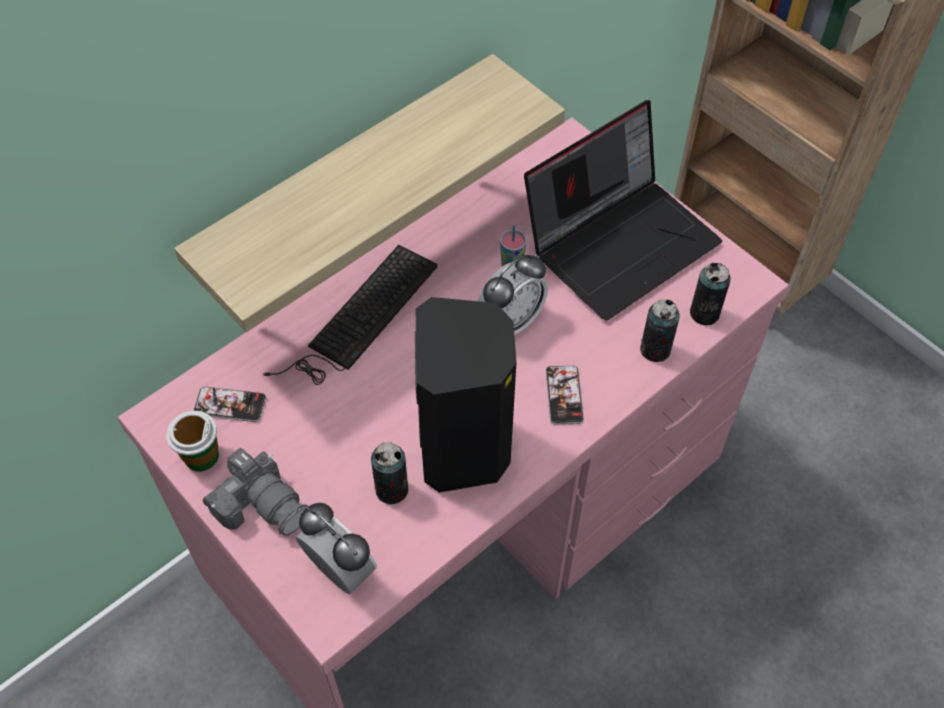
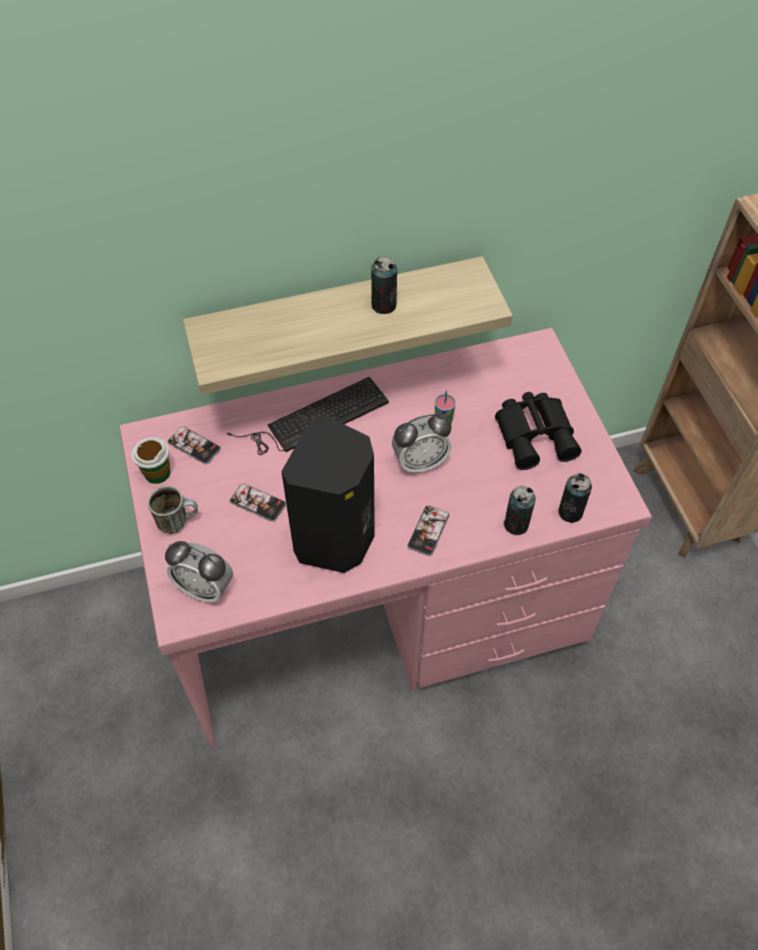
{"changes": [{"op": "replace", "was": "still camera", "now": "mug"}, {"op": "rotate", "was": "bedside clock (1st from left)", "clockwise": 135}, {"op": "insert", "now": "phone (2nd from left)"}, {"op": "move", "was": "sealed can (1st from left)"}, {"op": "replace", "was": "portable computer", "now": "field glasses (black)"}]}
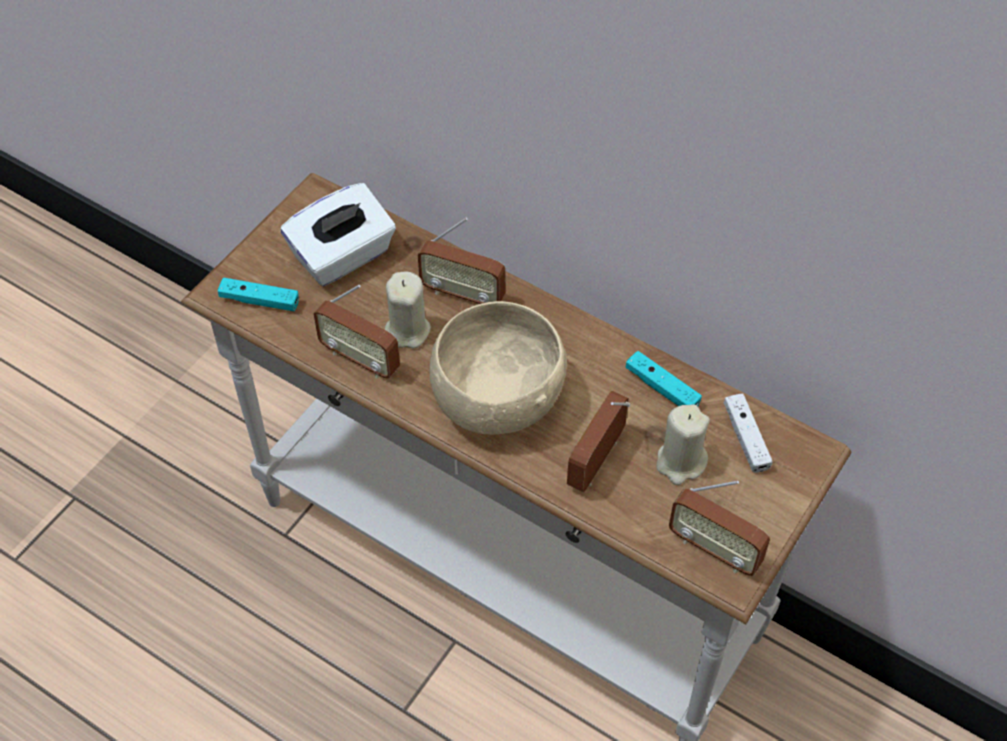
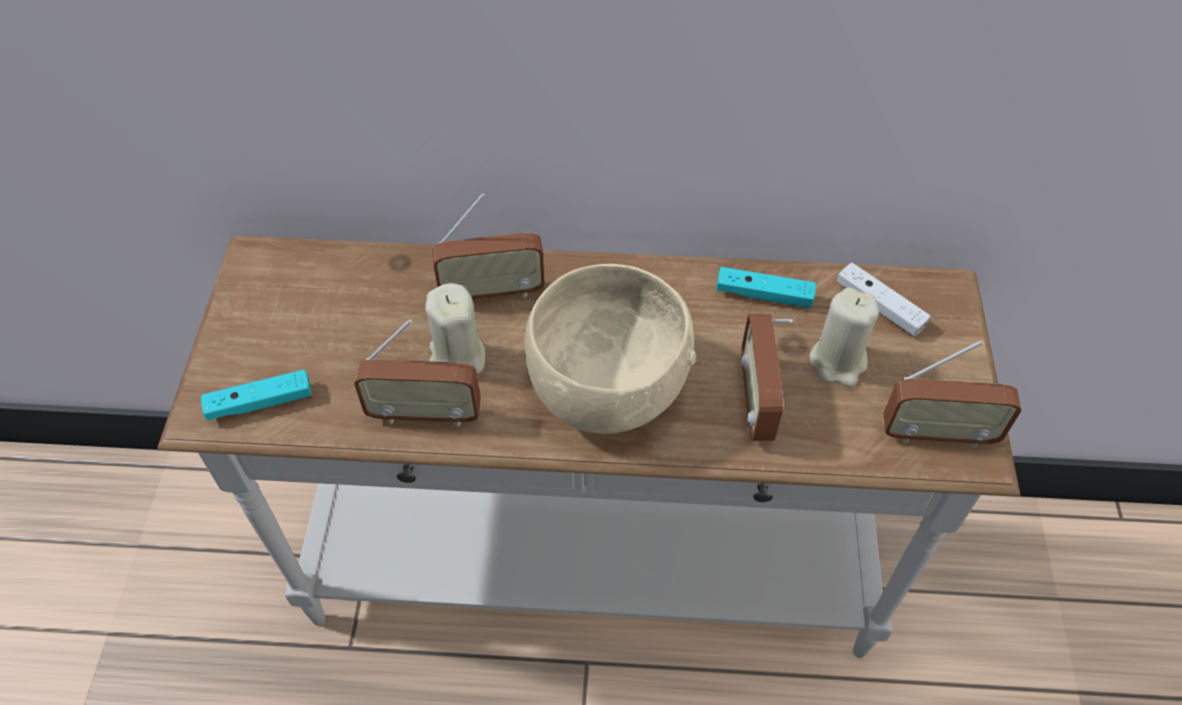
{"changes": [{"op": "delete", "was": "box of tissues (white-coloured)"}]}
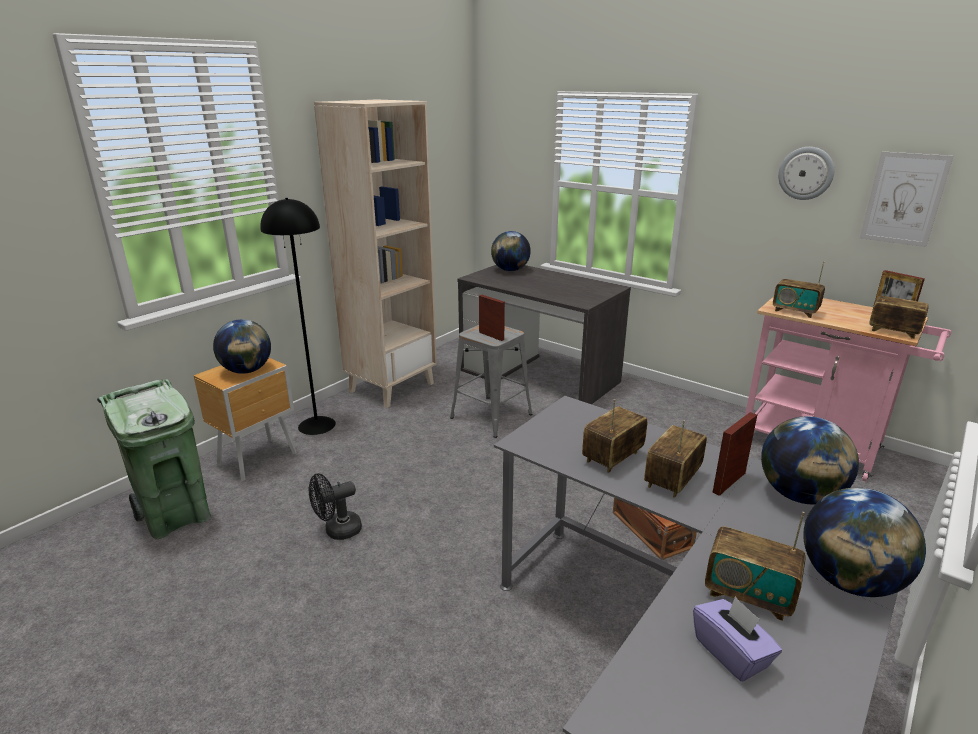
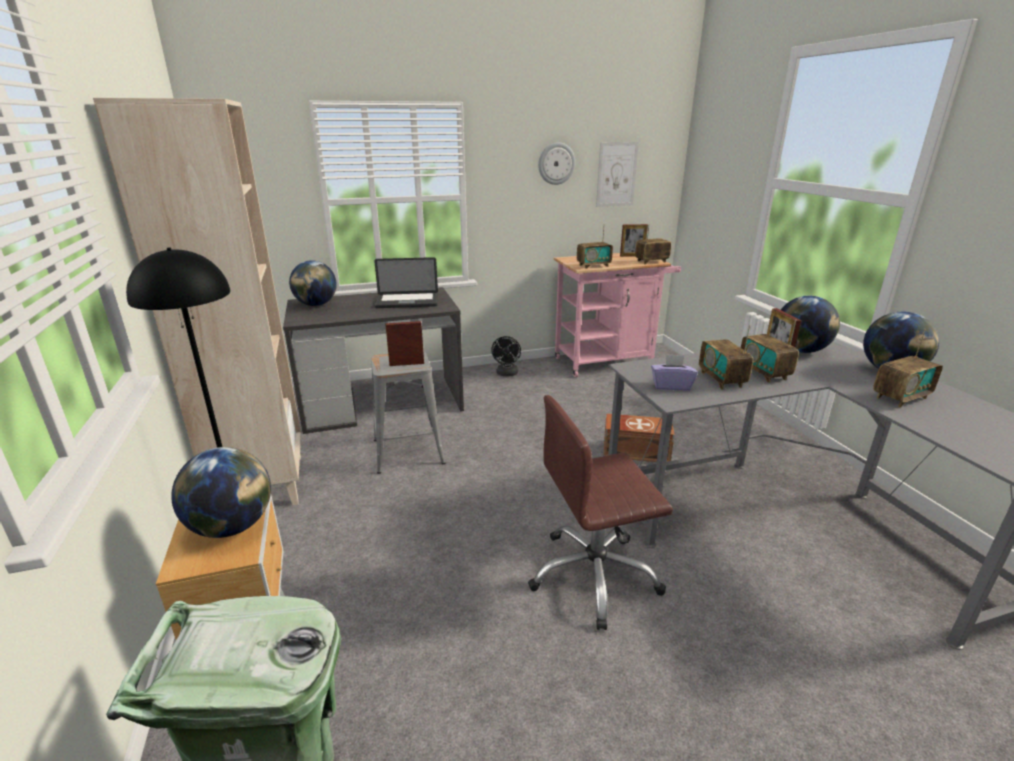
{"changes": [{"op": "insert", "now": "portable computer"}, {"op": "move", "was": "cooling fan (black)"}, {"op": "insert", "now": "office chair (brown-coloured)"}, {"op": "move", "was": "box of tissues (purplish)"}]}
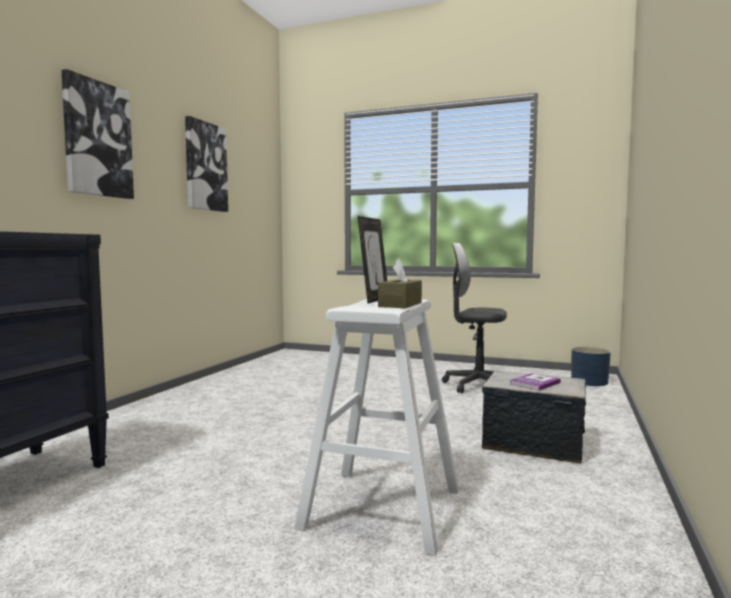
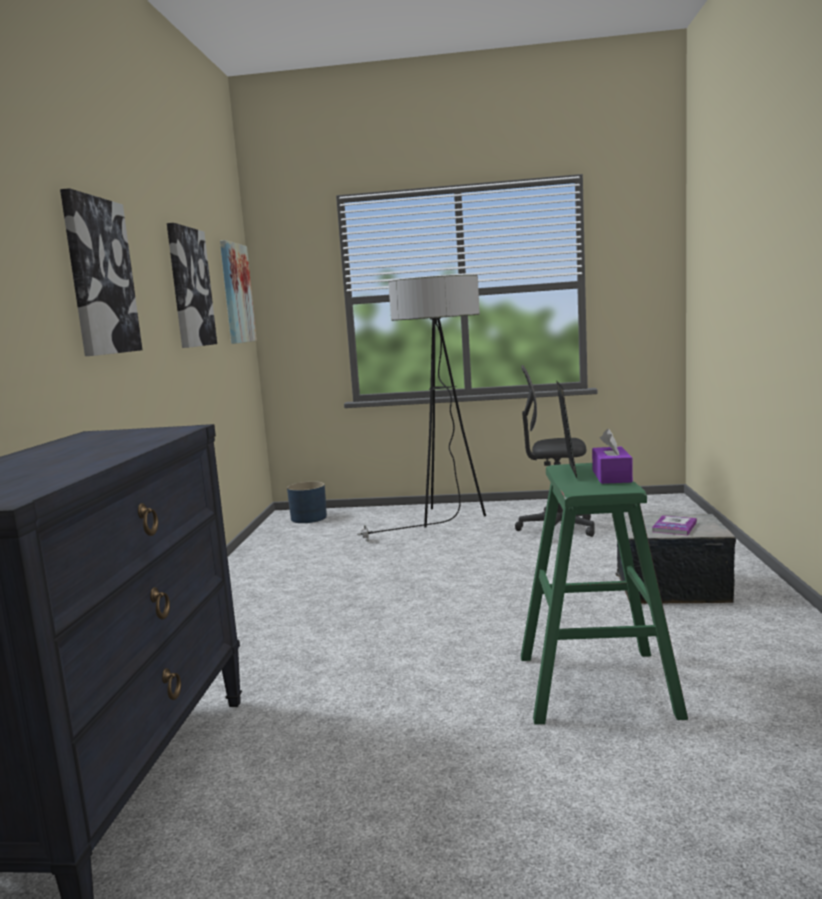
{"changes": [{"op": "insert", "now": "picture (3rd from left)"}, {"op": "move", "was": "plant pot (blue)"}, {"op": "insert", "now": "standard lamp"}, {"op": "recolor", "was": "stool (white-coloured)", "now": "stool (green-coloured)"}, {"op": "recolor", "was": "box of tissues (brown-coloured)", "now": "box of tissues (purplish)"}]}
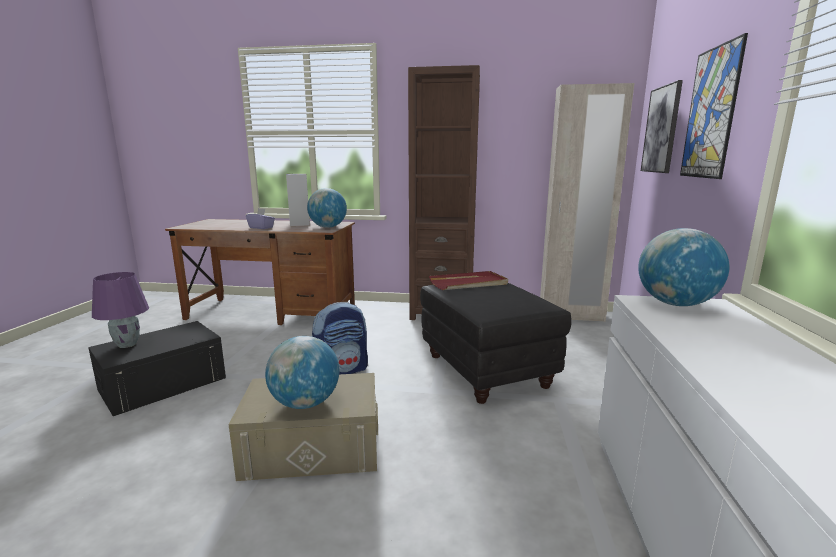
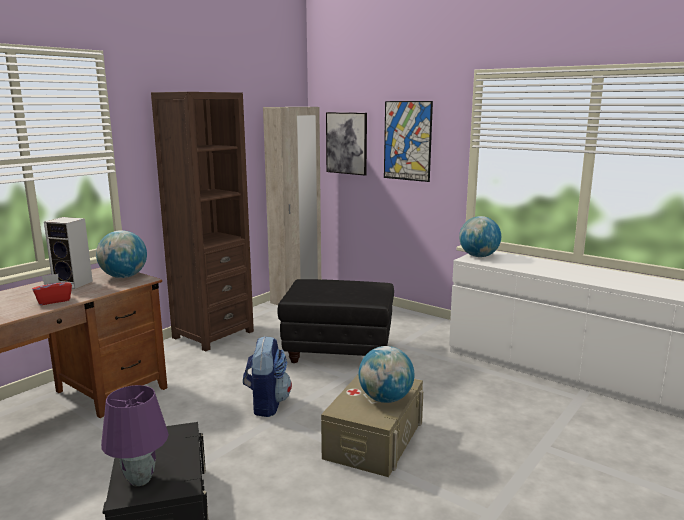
{"changes": [{"op": "recolor", "was": "box of tissues (purplish)", "now": "box of tissues (red-coloured)"}, {"op": "delete", "was": "tray (red-coloured)"}]}
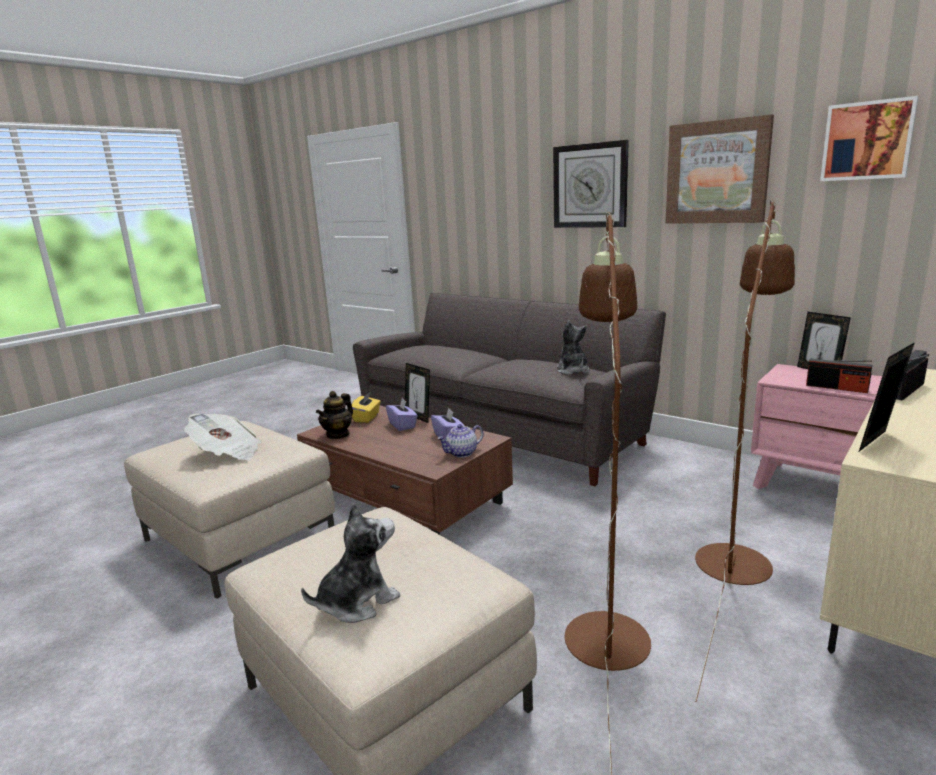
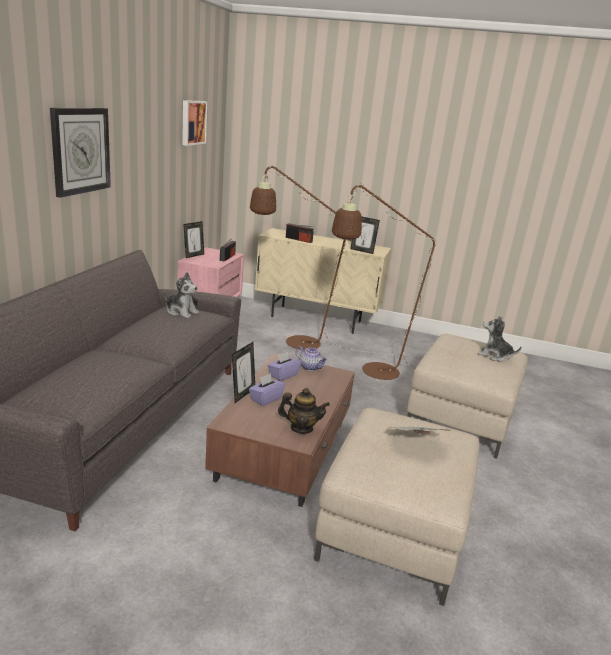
{"changes": [{"op": "rotate", "was": "soft toy (2nd from left in the first image)", "clockwise": -120}, {"op": "delete", "was": "box of tissues (yellow)"}, {"op": "delete", "was": "picture (1st from left)"}]}
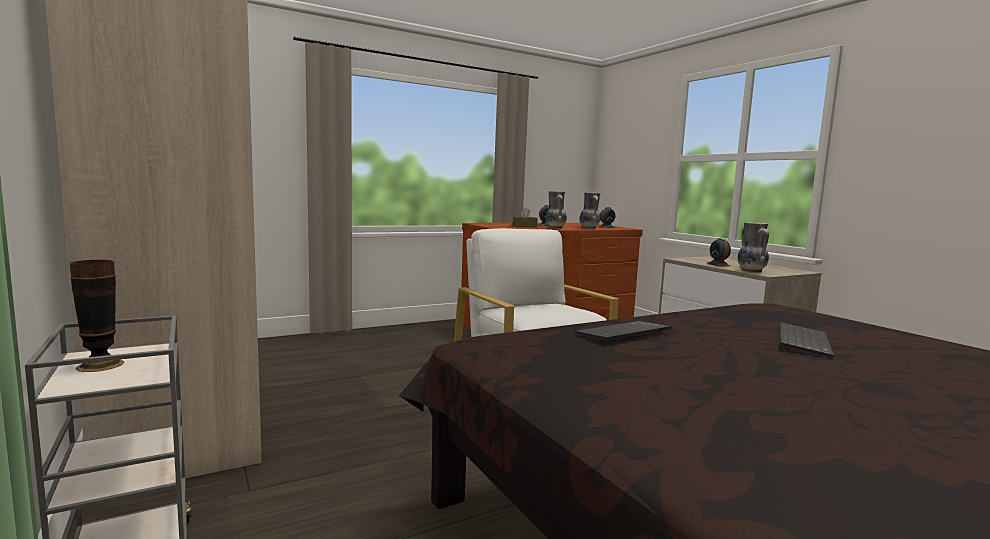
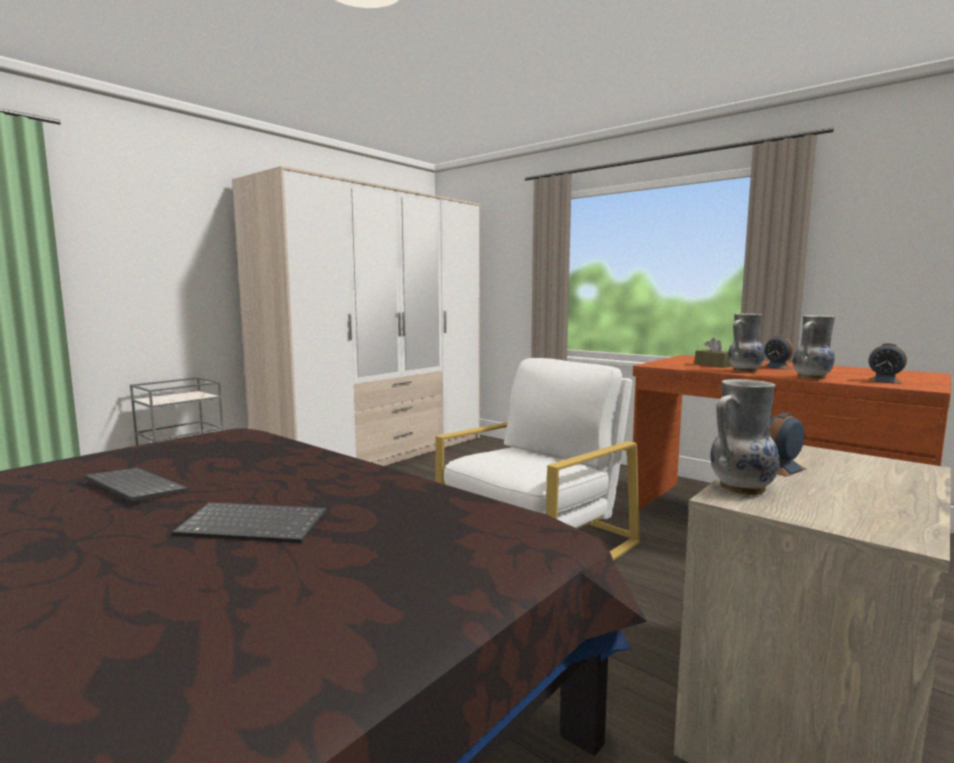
{"changes": [{"op": "move", "was": "computer keyboard (1st from left)"}, {"op": "delete", "was": "decorative vase (1st from left)"}]}
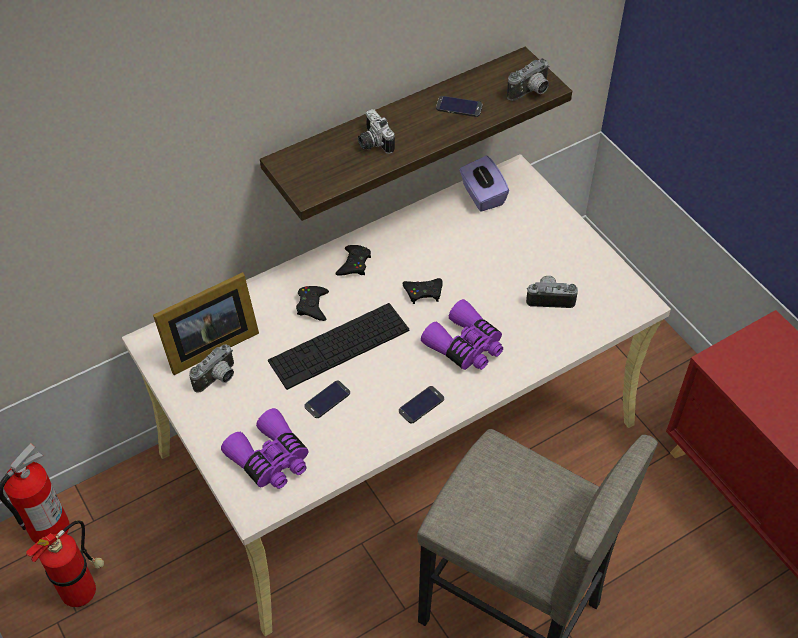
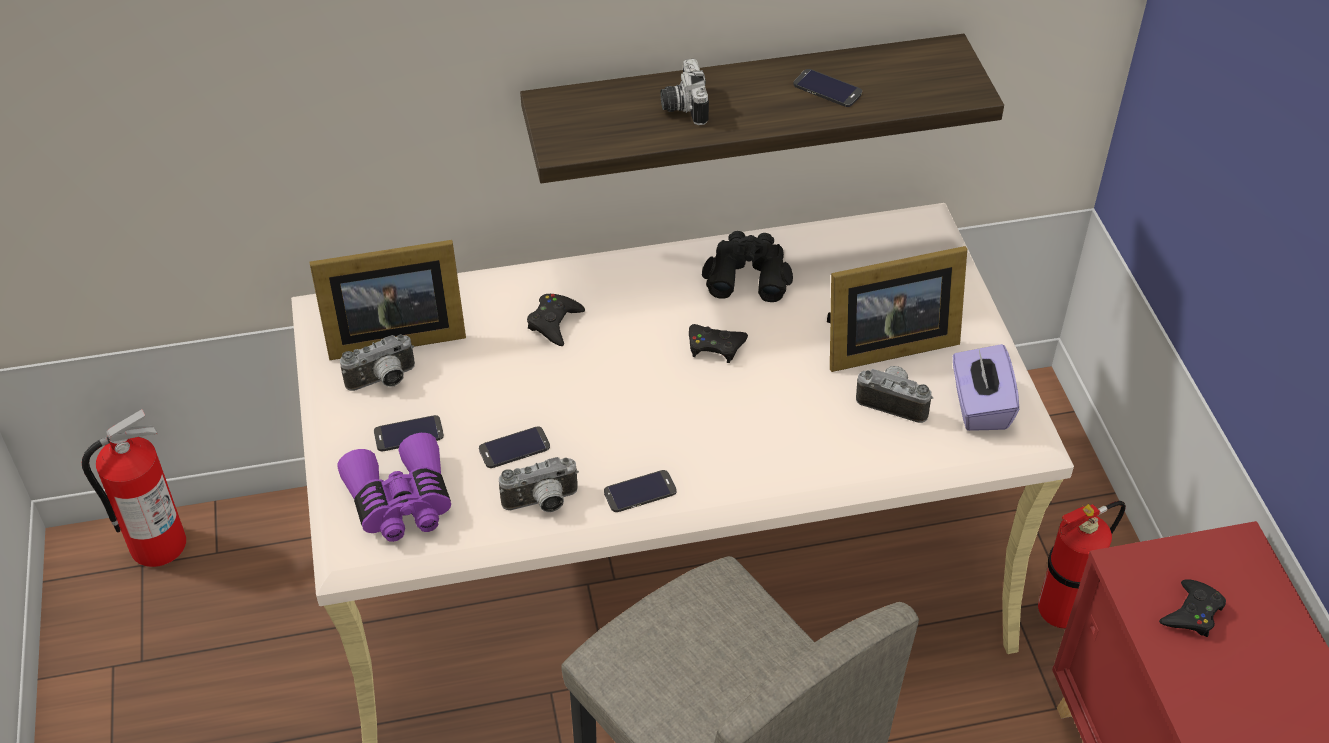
{"changes": [{"op": "insert", "now": "phone (1st from left)"}, {"op": "move", "was": "still camera (3rd from left in the first image)", "now": "still camera (2nd from left)"}, {"op": "insert", "now": "field glasses (black)"}, {"op": "insert", "now": "picture frame (2nd from left)"}, {"op": "move", "was": "box of tissues (purplish)"}, {"op": "move", "was": "extinguisher (2nd from left)"}, {"op": "move", "was": "gamepad (black) (2nd from left in the first image)", "now": "gamepad (black) (3rd from left)"}, {"op": "delete", "was": "computer keyboard"}, {"op": "delete", "was": "field glasses (purplish) (2nd from left)"}]}
